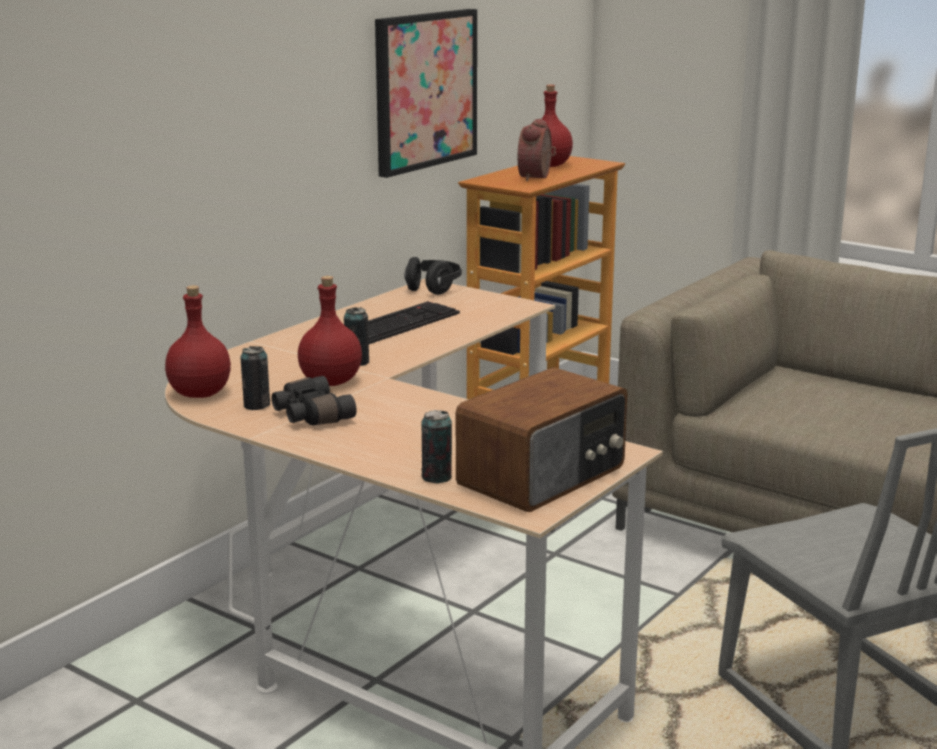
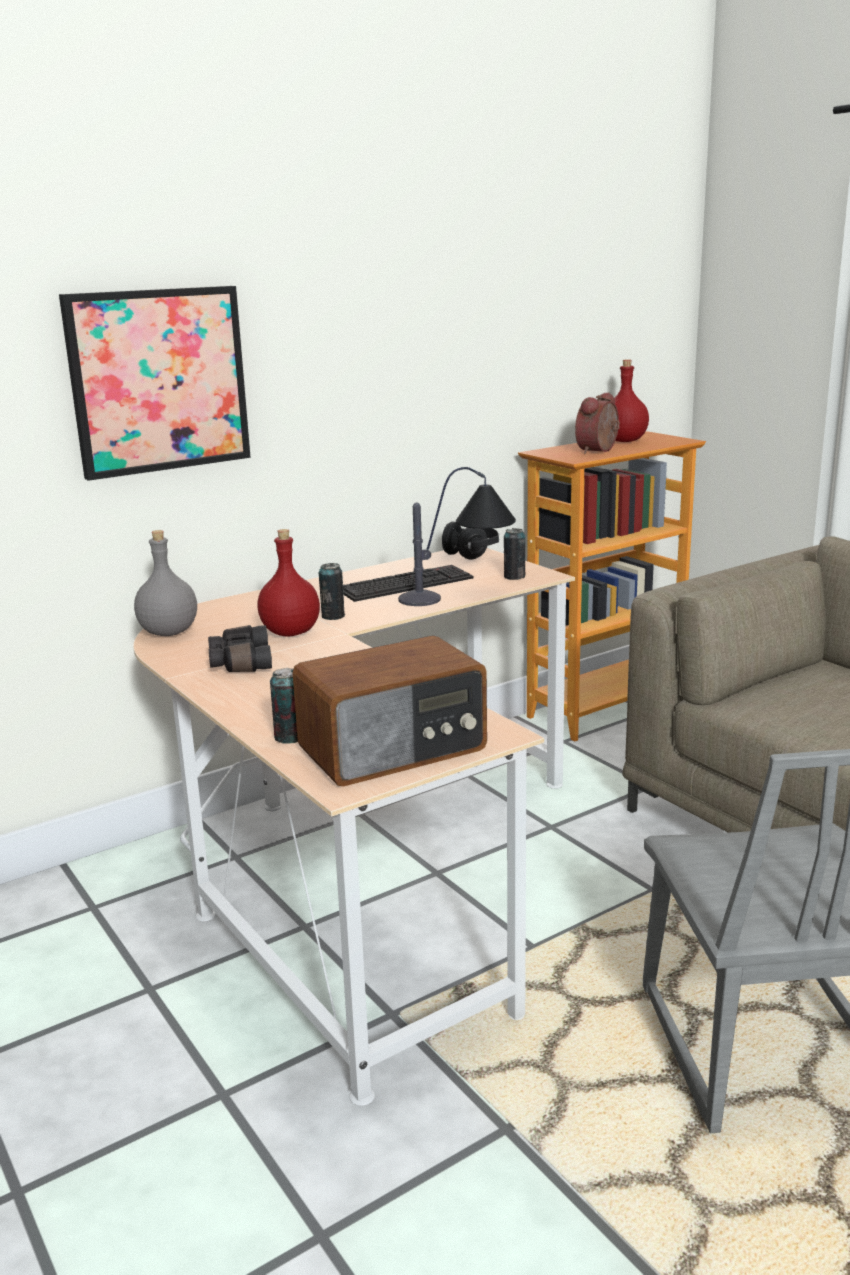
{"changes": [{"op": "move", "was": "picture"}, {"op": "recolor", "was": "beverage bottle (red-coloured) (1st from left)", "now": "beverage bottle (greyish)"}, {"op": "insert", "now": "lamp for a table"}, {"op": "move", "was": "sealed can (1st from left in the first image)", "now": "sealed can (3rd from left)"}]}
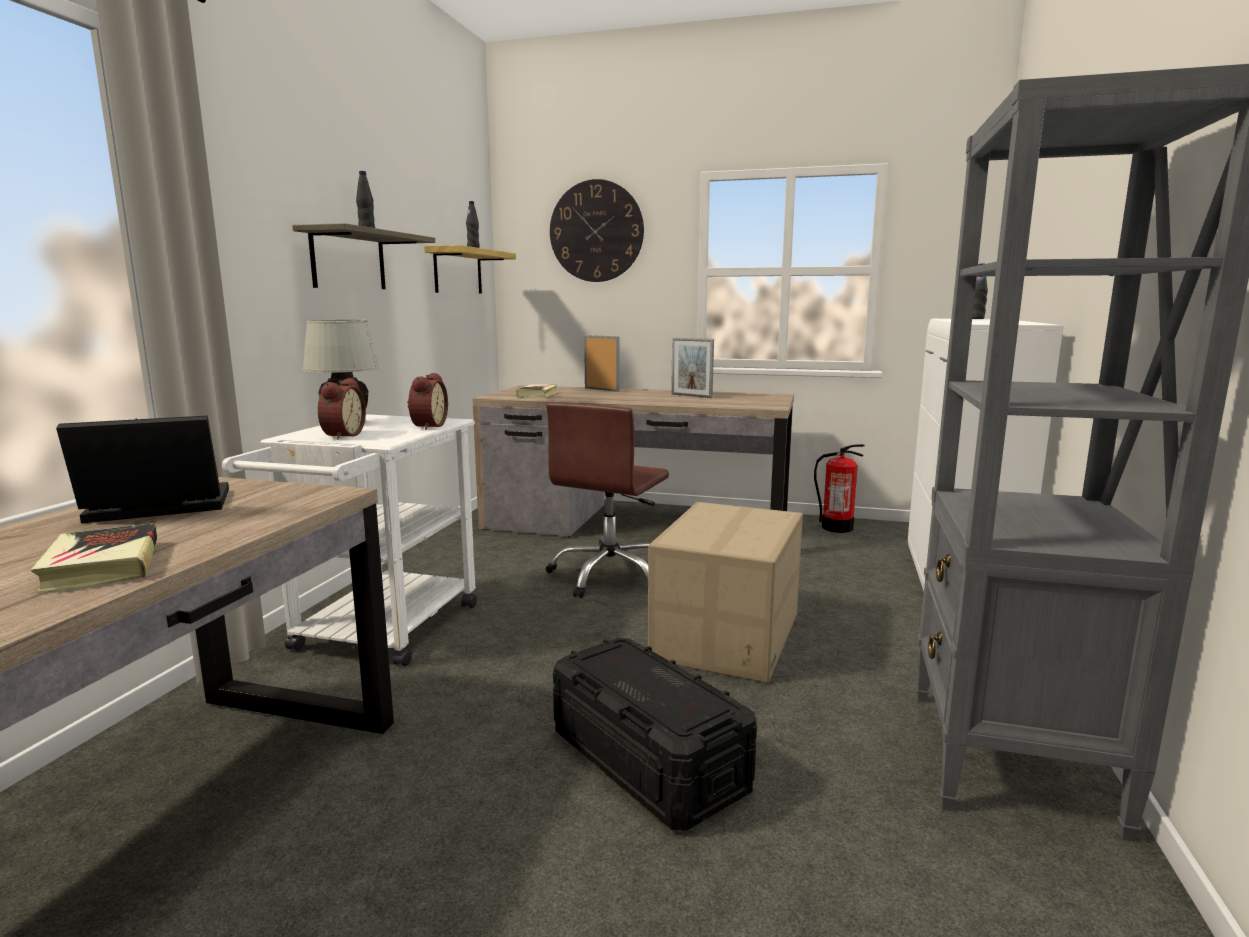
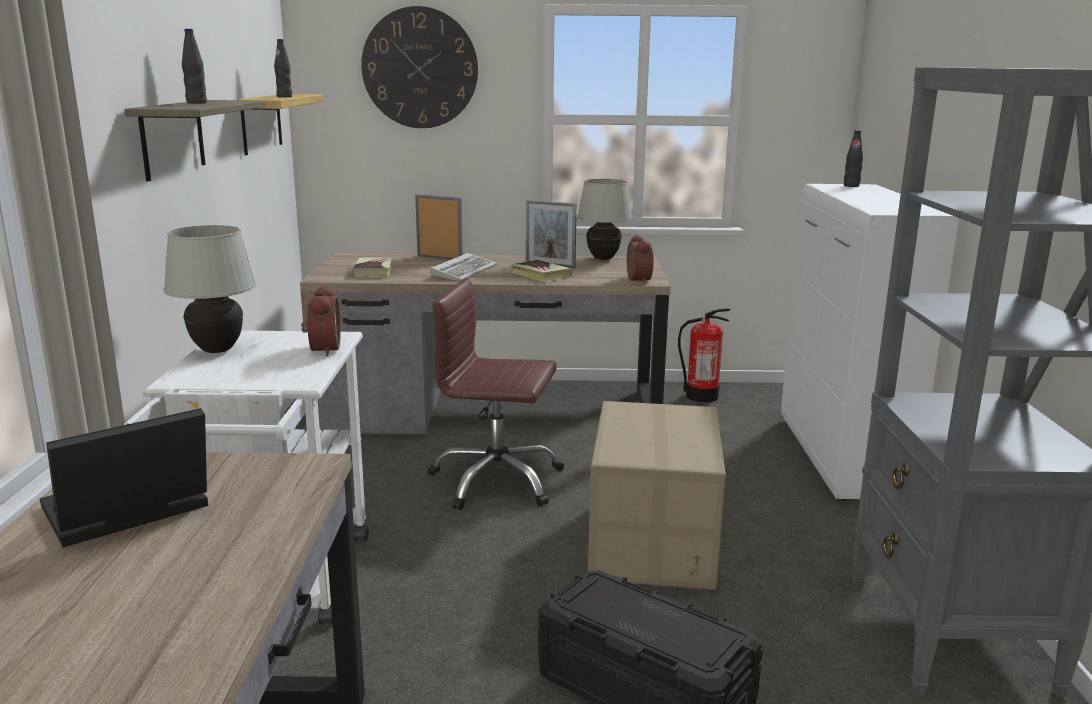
{"changes": [{"op": "rotate", "was": "office chair (brown-coloured)", "clockwise": 90}, {"op": "insert", "now": "computer keyboard"}, {"op": "move", "was": "bound book (1st from left in the first image)", "now": "bound book (2nd from left)"}, {"op": "insert", "now": "lamp for a table (white-coloured) (2nd from left)"}, {"op": "move", "was": "bedside clock (1st from left in the first image)", "now": "bedside clock (2nd from left)"}]}
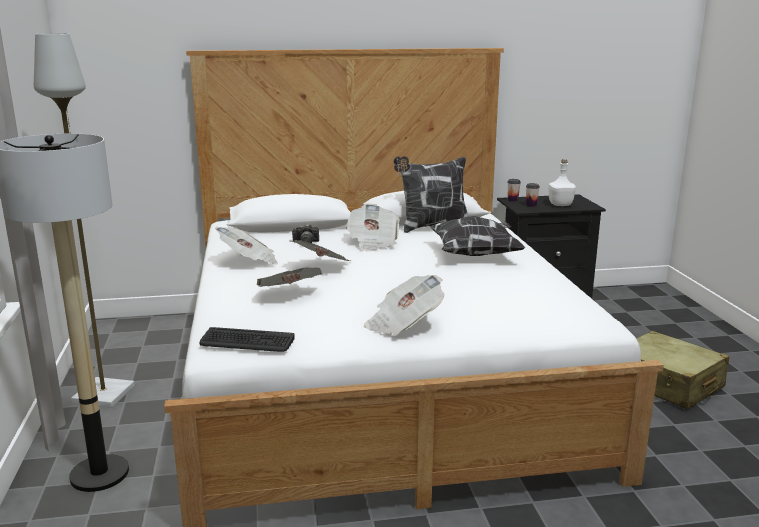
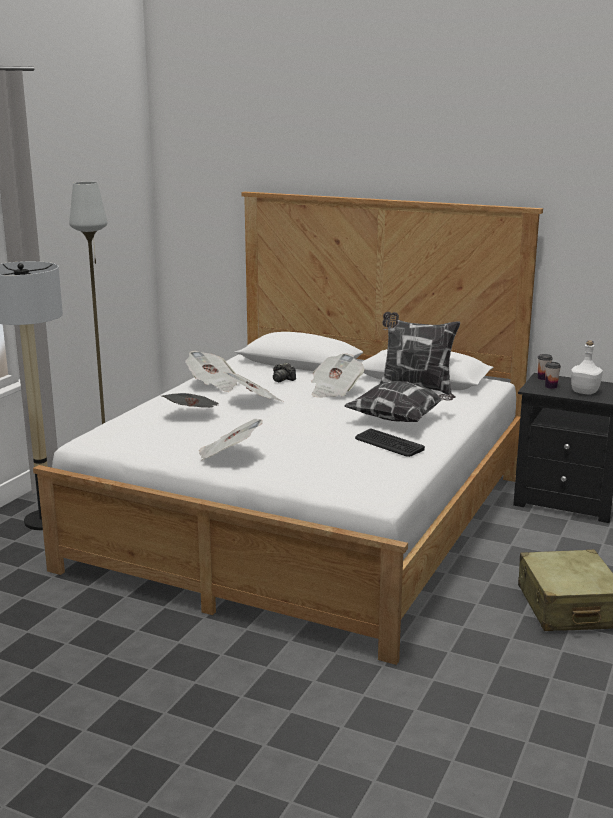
{"changes": [{"op": "move", "was": "computer keyboard"}]}
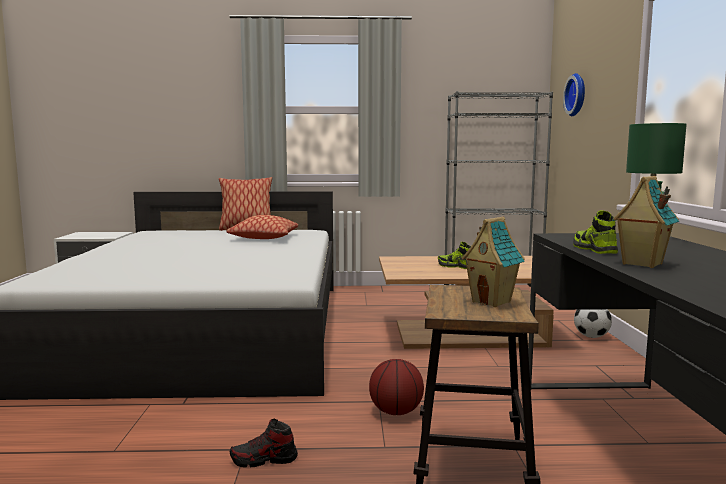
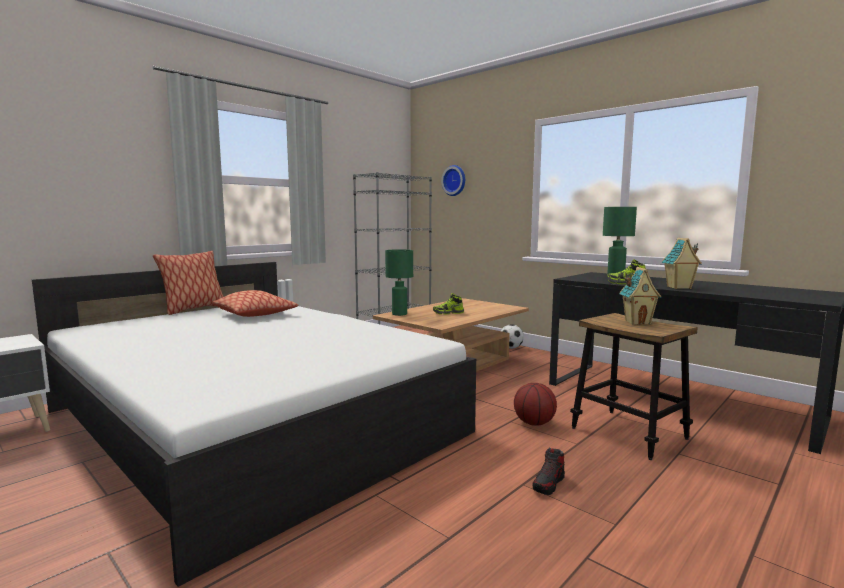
{"changes": [{"op": "insert", "now": "lamp for a table (green-coloured) (1st from left)"}]}
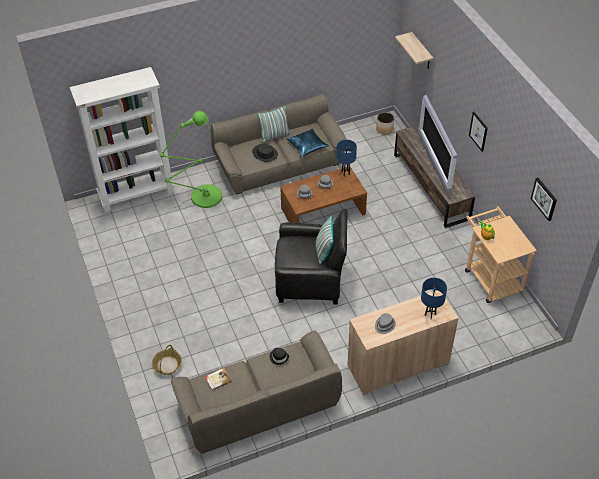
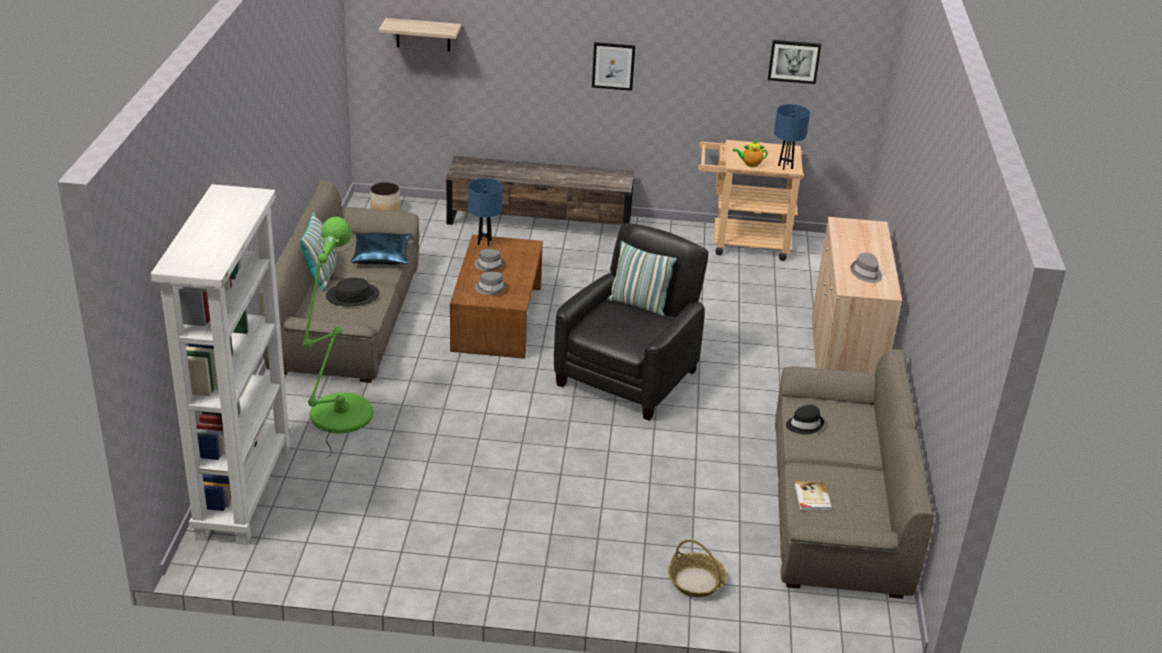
{"changes": [{"op": "move", "was": "lamp for a table (blue) (2nd from left)"}, {"op": "delete", "was": "TV"}]}
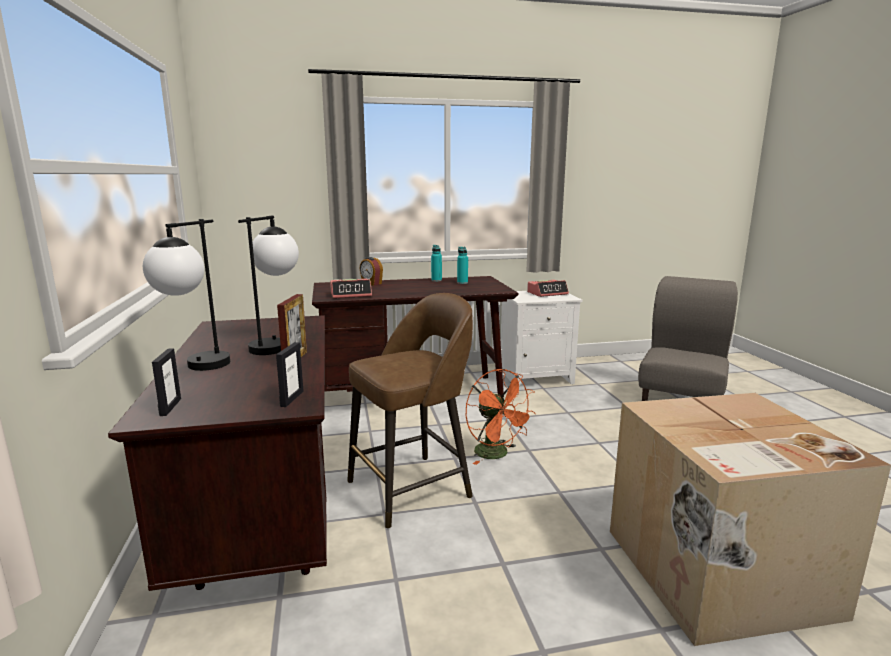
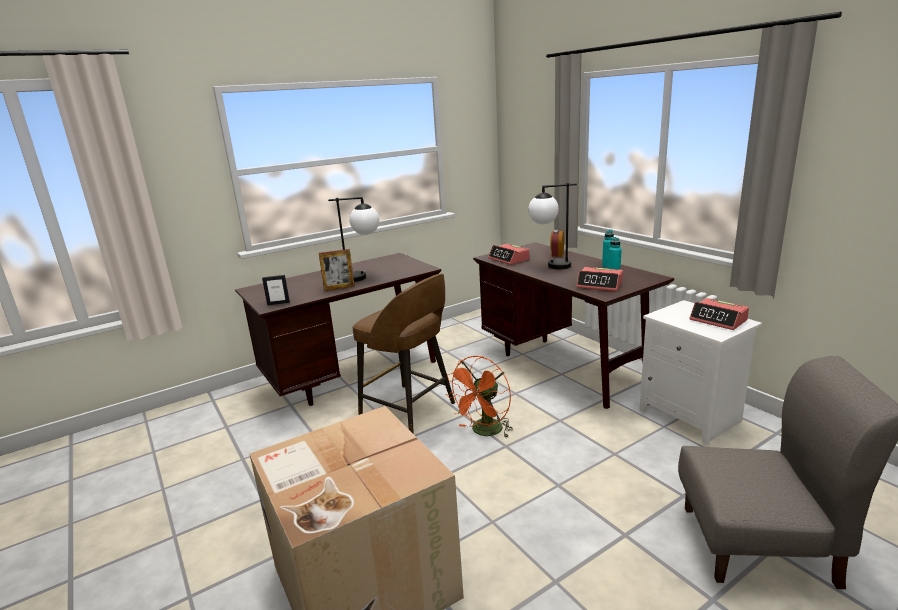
{"changes": [{"op": "move", "was": "lamp for a table (1st from left in the first image)", "now": "lamp for a table (2nd from left)"}, {"op": "insert", "now": "bedside clock (3rd from left)"}, {"op": "delete", "was": "picture frame (1st from left)"}]}
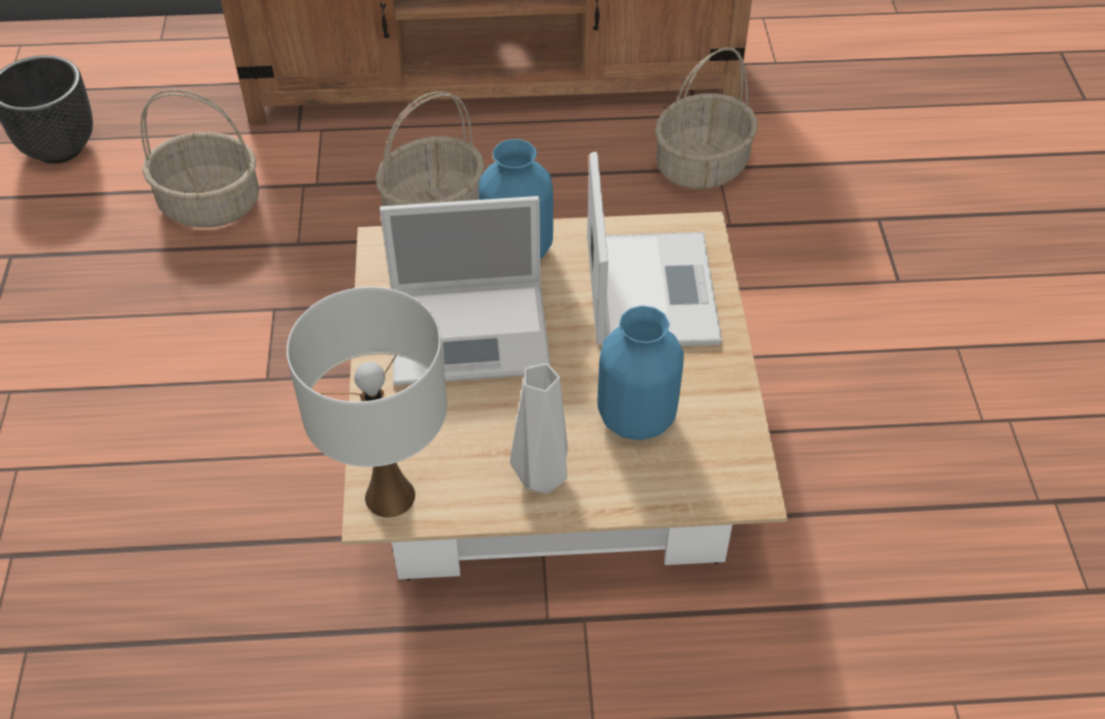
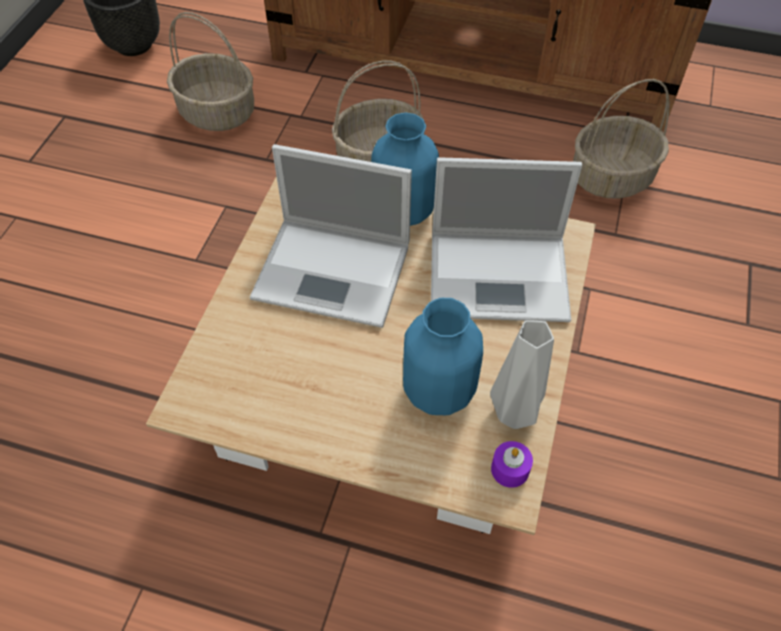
{"changes": [{"op": "rotate", "was": "portable computer (2nd from left)", "clockwise": 75}, {"op": "move", "was": "decorative vase (greyish)"}, {"op": "insert", "now": "candle (purplish)"}, {"op": "delete", "was": "lamp for a table (white-coloured)"}]}
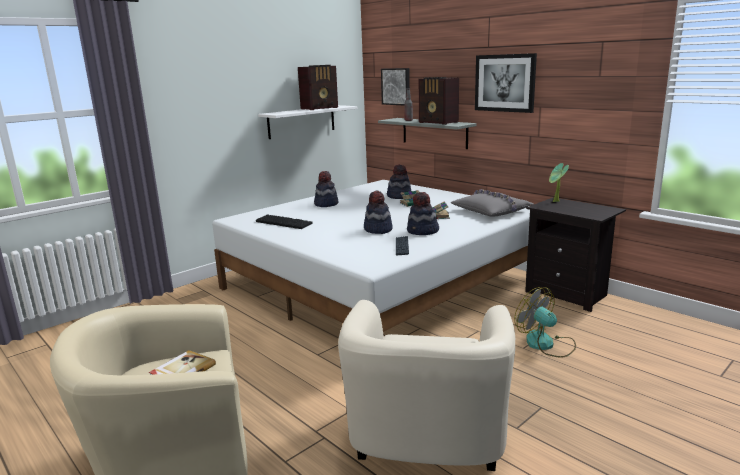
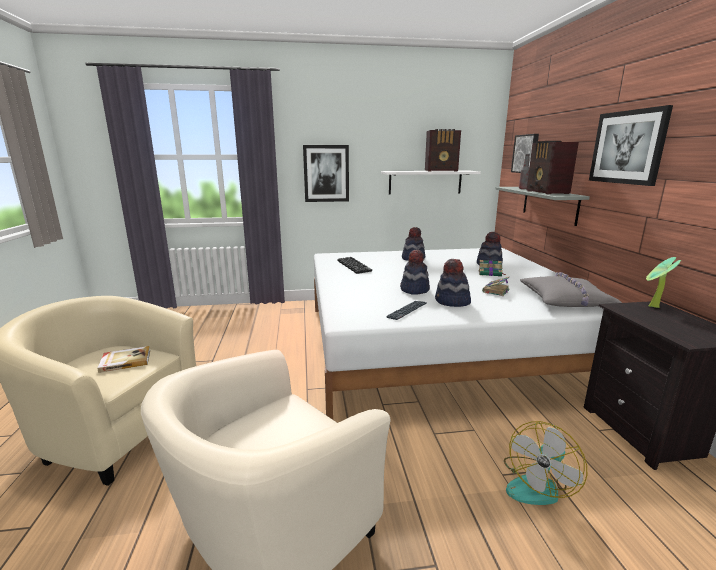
{"changes": [{"op": "insert", "now": "picture (1st from left)"}, {"op": "rotate", "was": "cooling fan", "clockwise": -135}]}
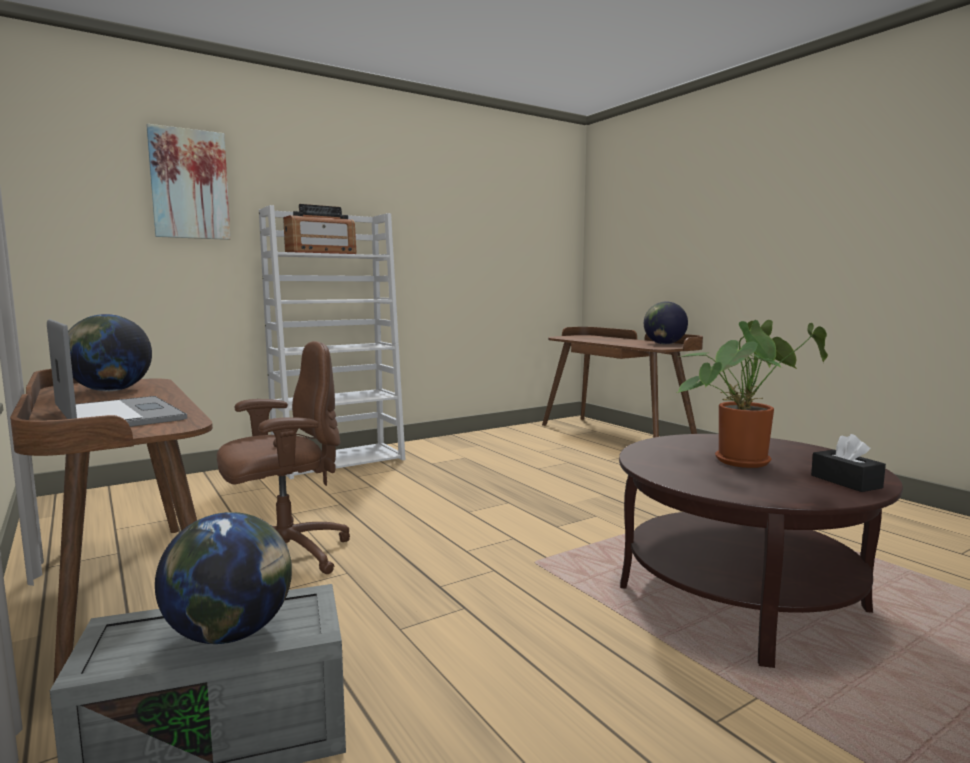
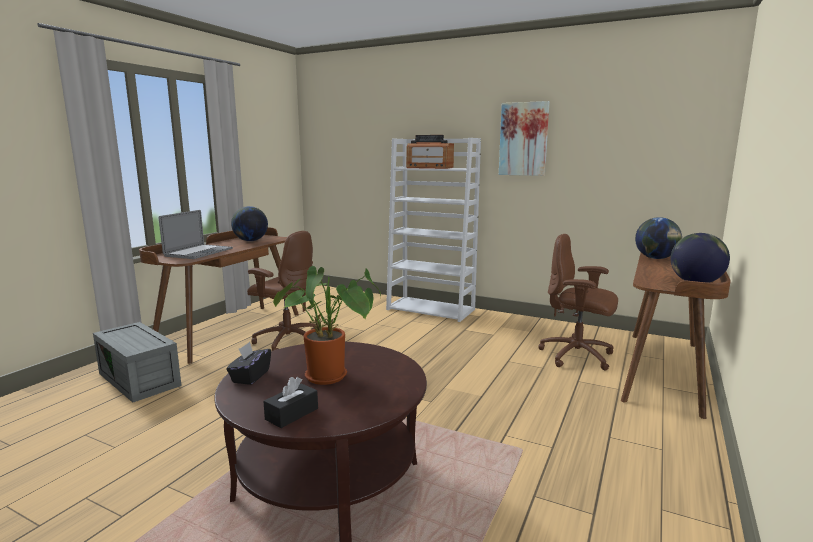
{"changes": [{"op": "insert", "now": "box of tissues (black) (1st from left)"}, {"op": "move", "was": "picture"}, {"op": "insert", "now": "office chair (brown-coloured) (2nd from left)"}, {"op": "move", "was": "desk globe (2nd from left)"}]}
